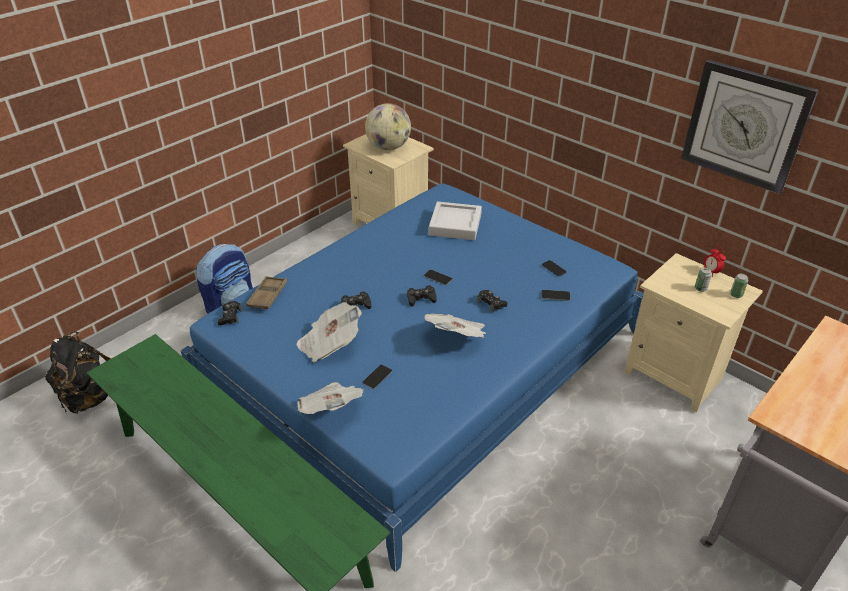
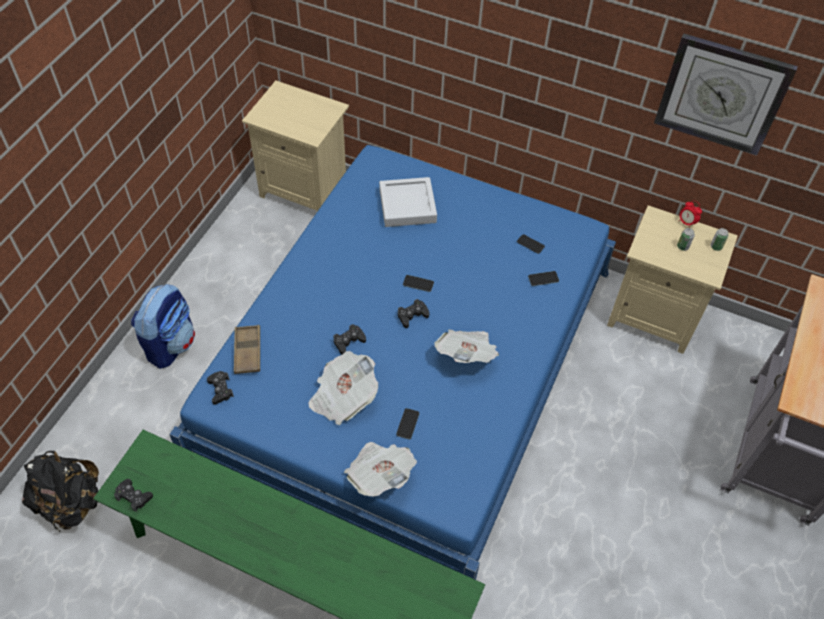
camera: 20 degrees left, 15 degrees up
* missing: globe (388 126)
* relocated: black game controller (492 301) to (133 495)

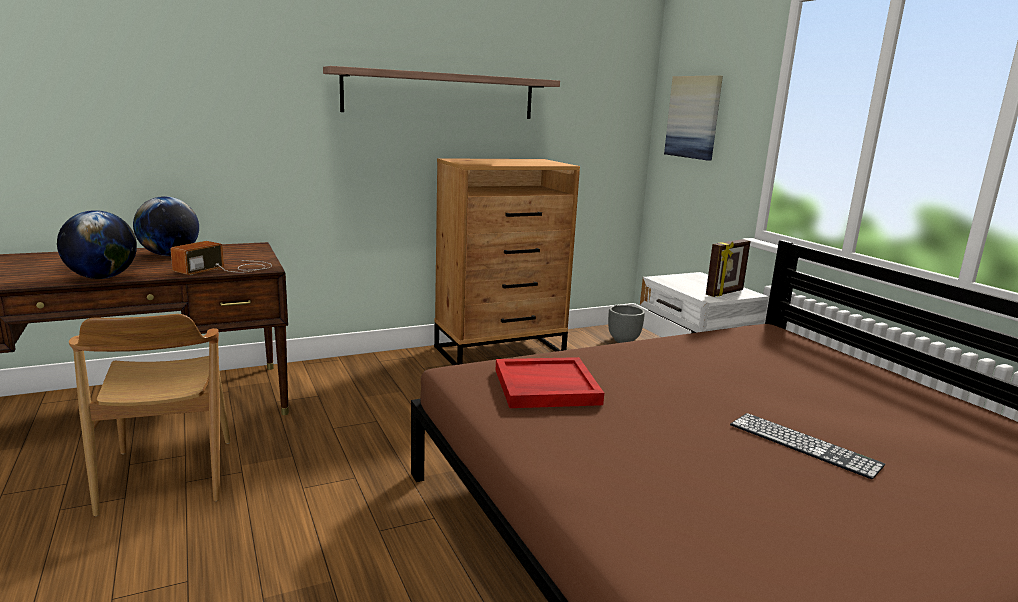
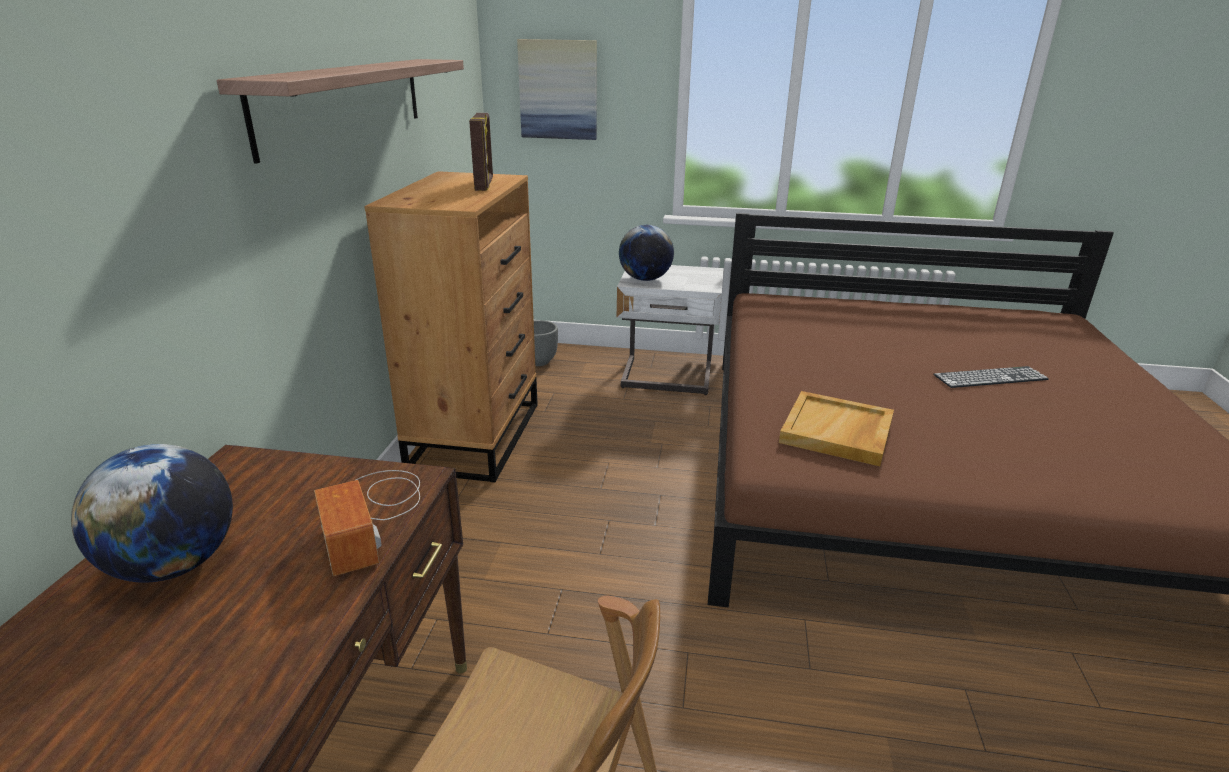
camera: 55 degrees left, 10 degrees up
* relocated: globe (97 244) to (646 253)
* relocated: picture frame (728 268) to (481 152)
* colour: red tray (550 382) to beige tray (836 428)

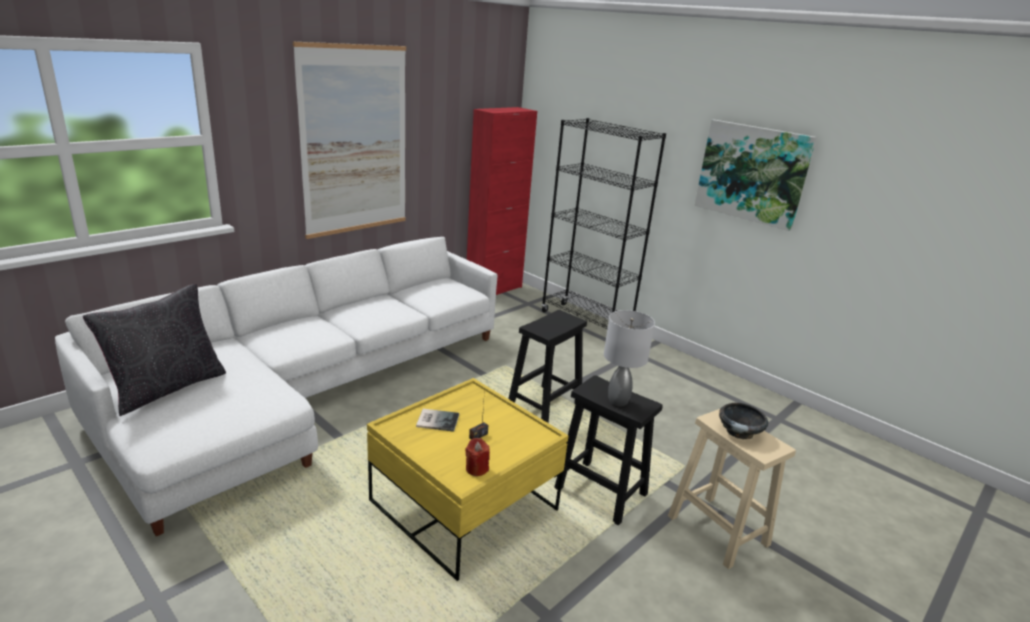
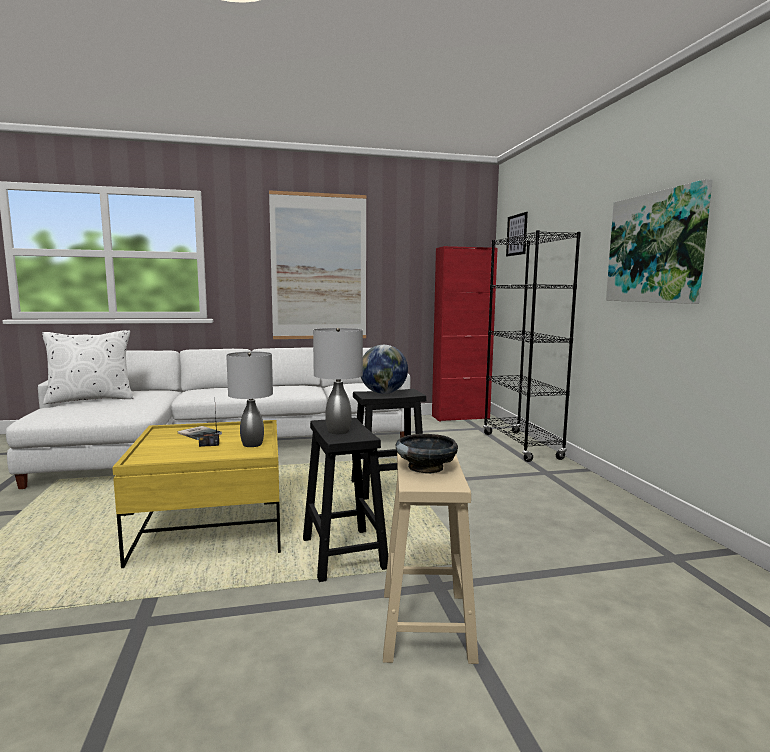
camera: 35 degrees right, 15 degrees down
* missing: red candle (477 457)
* appeared: grey table lamp (249 399)
* appeared: globe (384 369)
* appeared: picture (517 234)
* colour: black pillow (154 350) to white pillow (87 367)

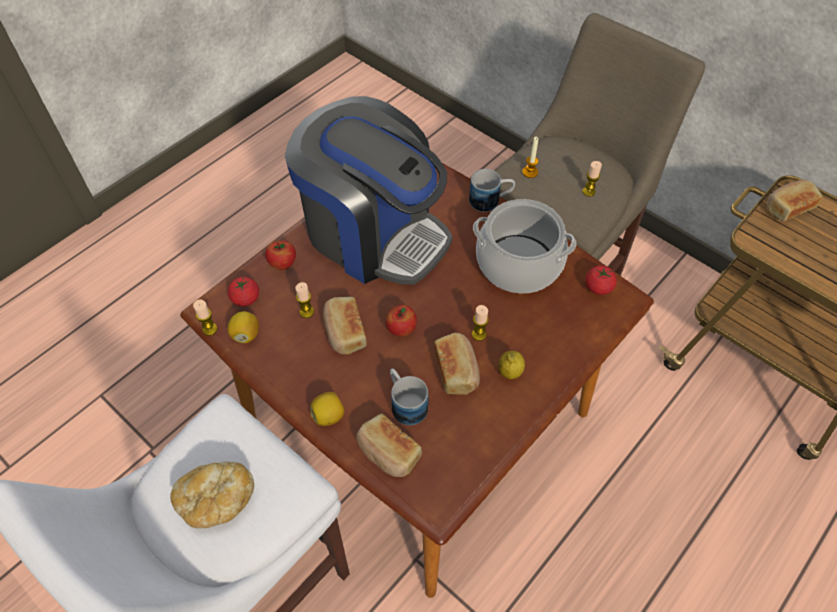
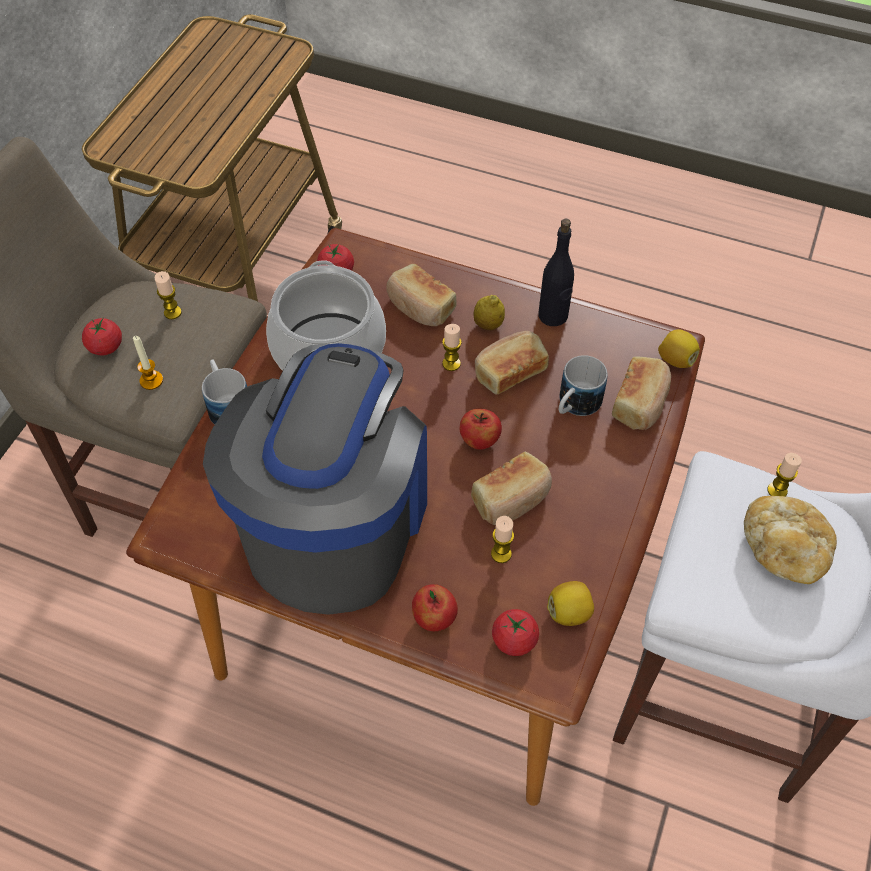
camera: 110 degrees left, 0 degrees up
* appeared: tomato (102 337)
* appeared: black bottle (556 272)
* relocated: candle (205 318) to (784 474)
* relocated: lemon (327 409) to (679 348)
* relocated: bread (795 200) to (421 295)

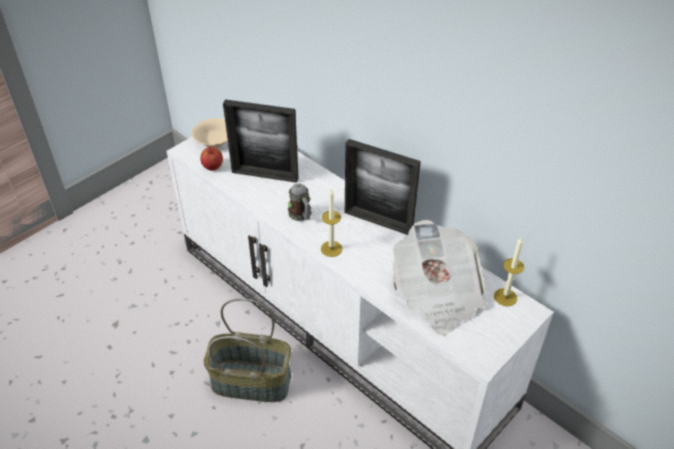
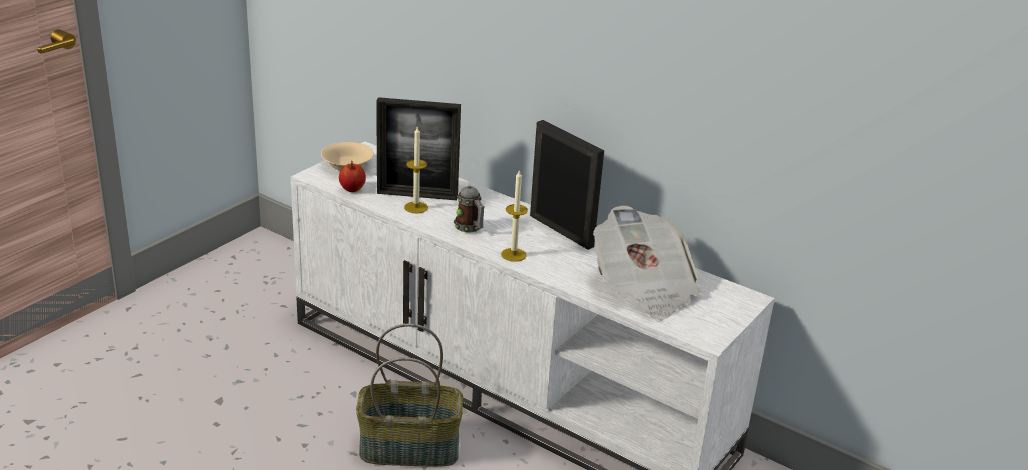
camera: 10 degrees left, 15 degrees down
* relocated: candle (509 272) to (416 170)
* spun: picture frame (383 187) = (567 185) 150 degrees counterclockwise

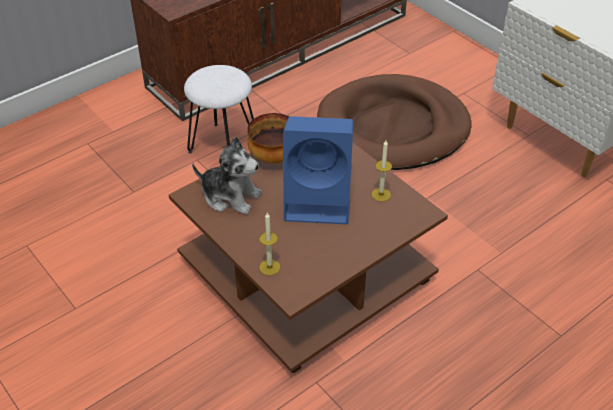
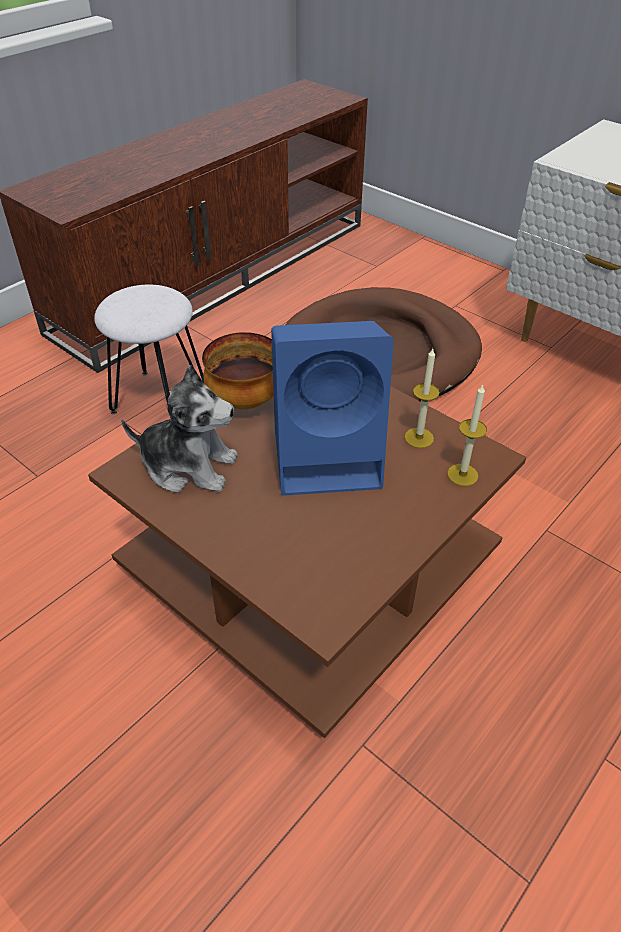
camera: 10 degrees left, 0 degrees up
* relocated: candle (269 244) to (467 435)

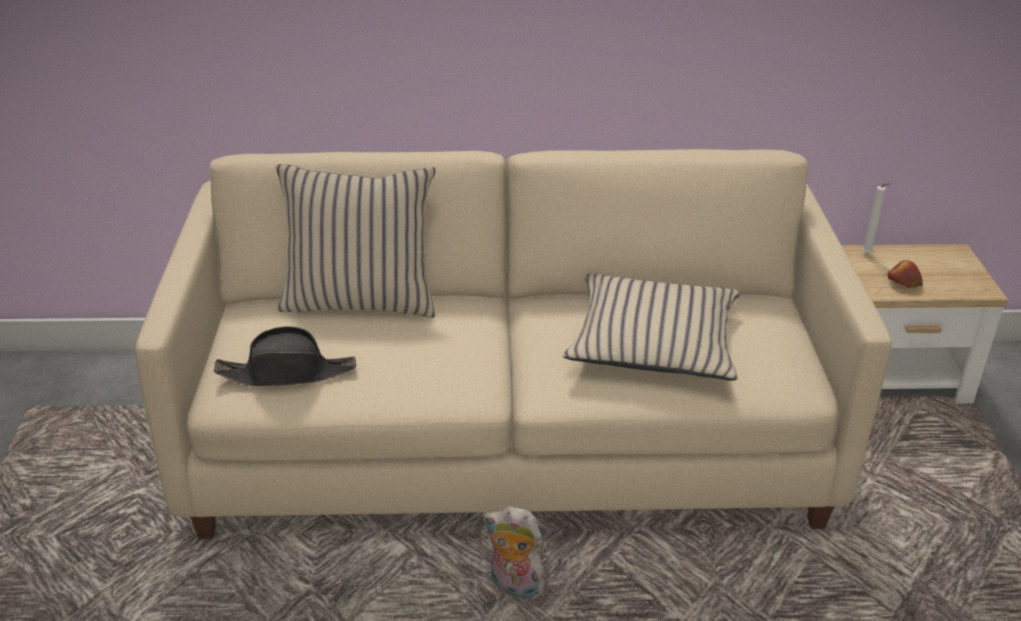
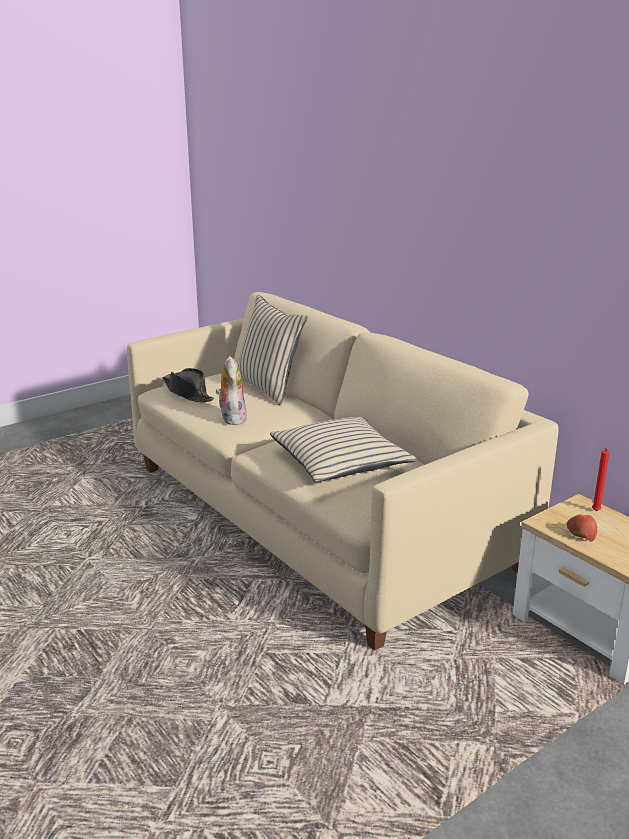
camera: 55 degrees right, 10 degrees down
* relocated: plush toy (515 553) to (231 390)
* colour: white candle (875 219) to red candle (600 479)

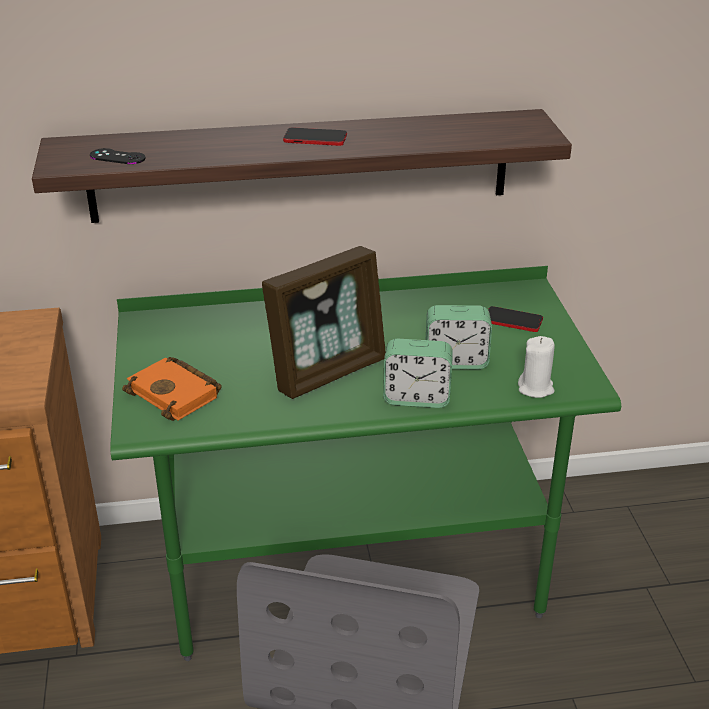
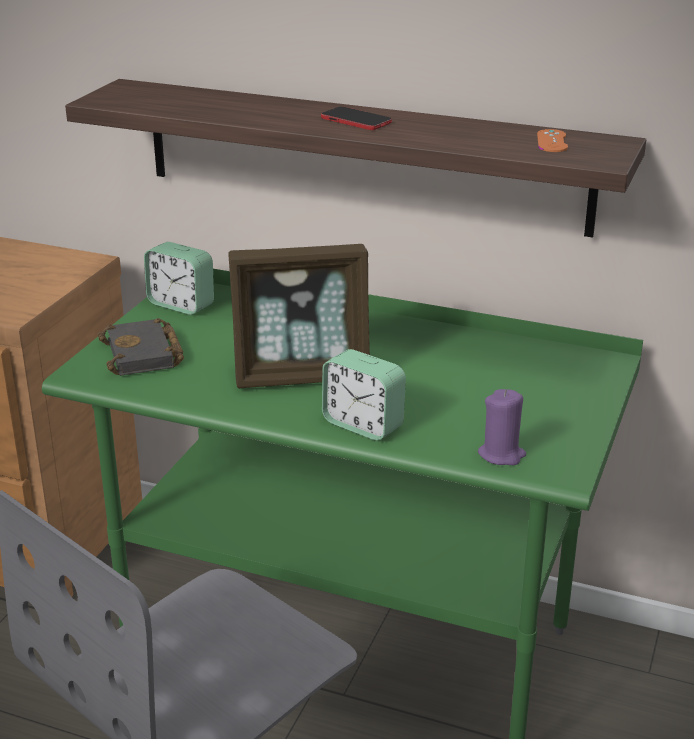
camera: 30 degrees right, 5 degrees down
* missing: black game controller (118 156)
* missing: phone (515 319)
* appeared: orange game controller (552 140)
* relocated: alarm clock (459 337) to (179 278)
* colour: orange book (172 389) to black book (141 347)
* colour: white candle (536 367) to purple candle (502 427)

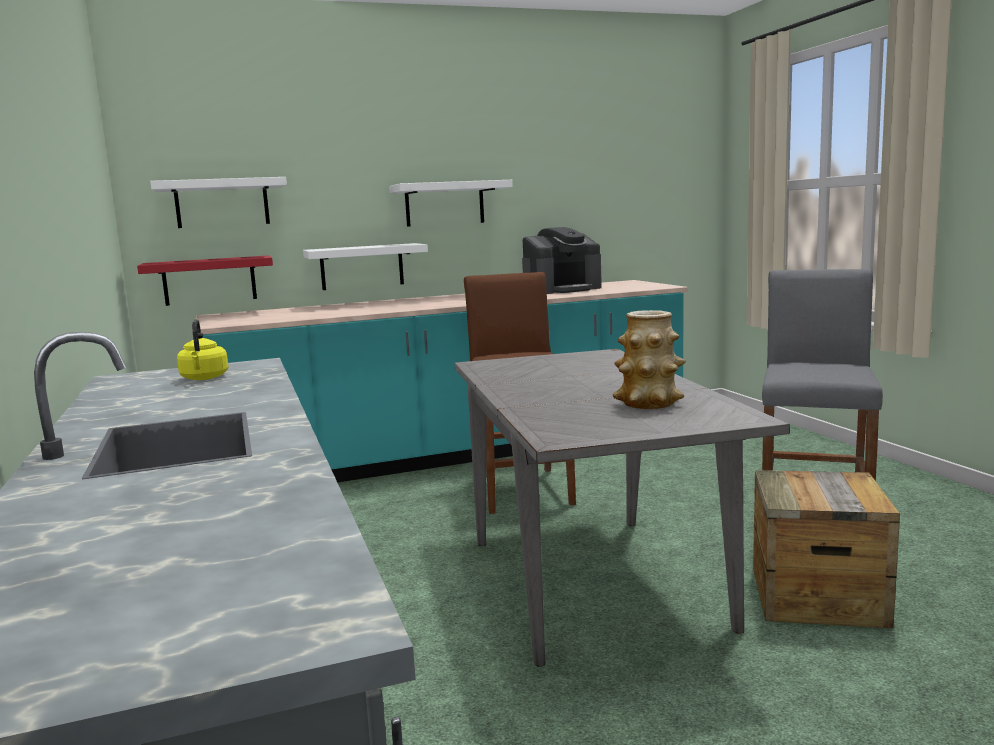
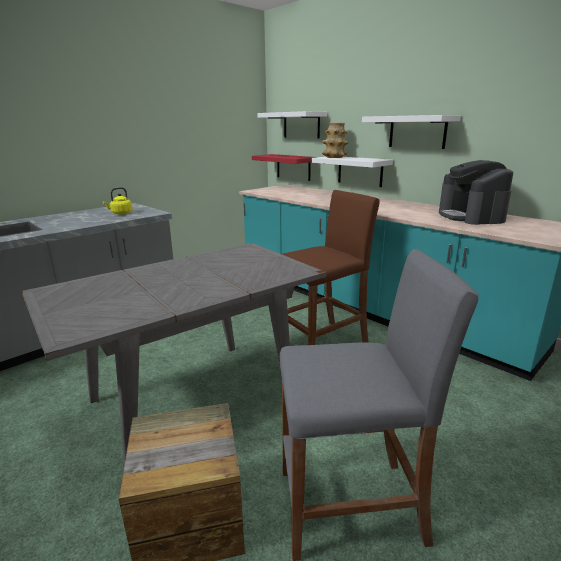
camera: 65 degrees right, 10 degrees up
* relocated: vase (649 359) to (335 140)
* spun: coffee machine (562 260) = (476 192) 45 degrees clockwise

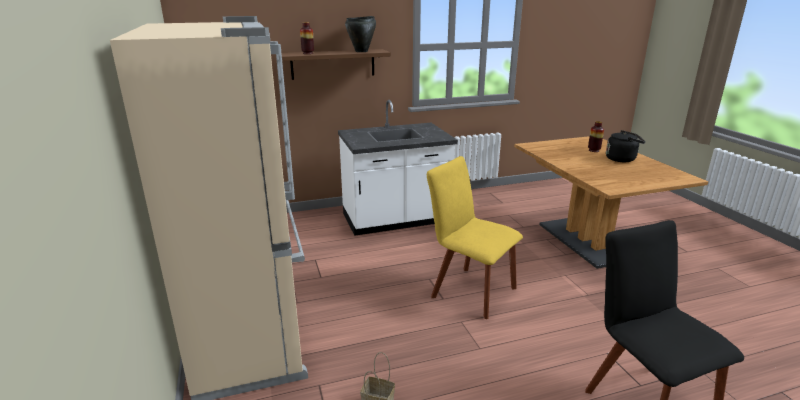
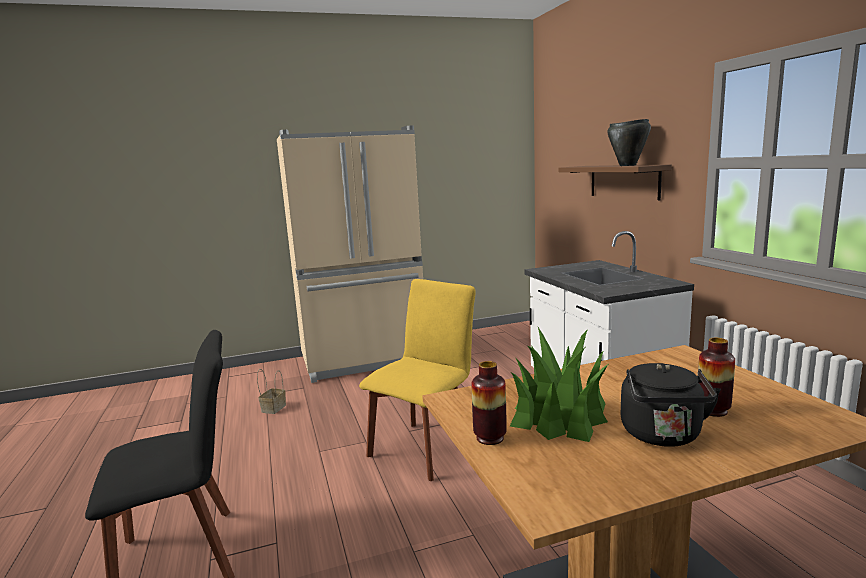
camera: 90 degrees right, 10 degrees down
* appeared: potted plant (559 384)
* relocated: vase (307 38) to (489 403)

